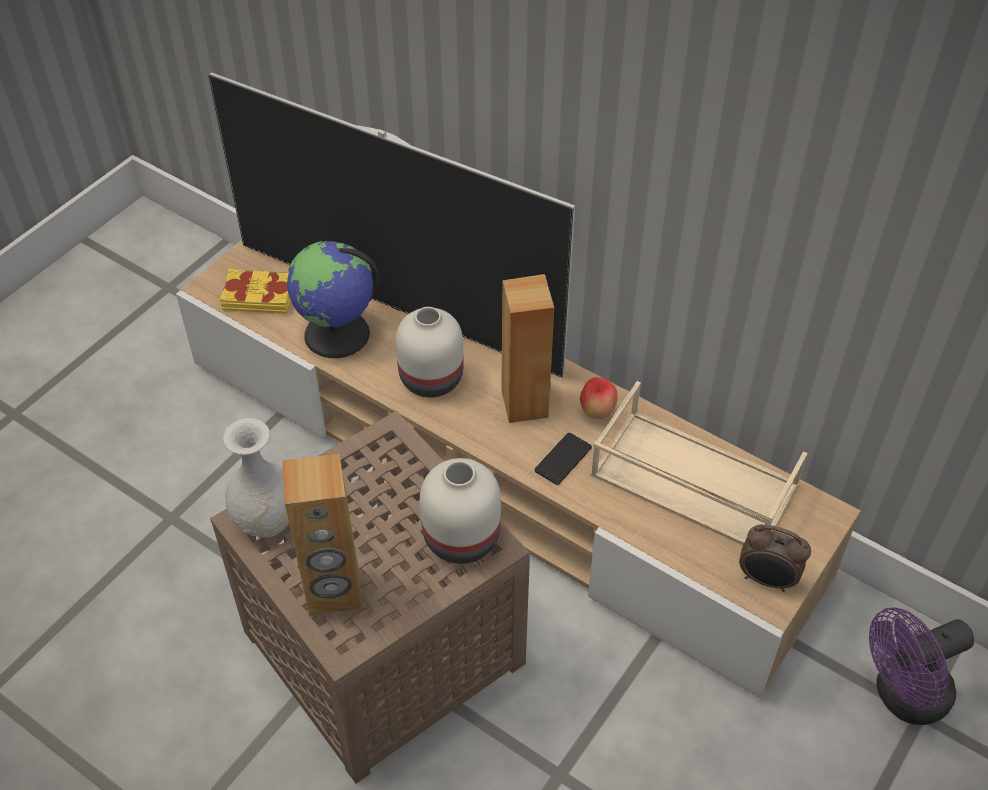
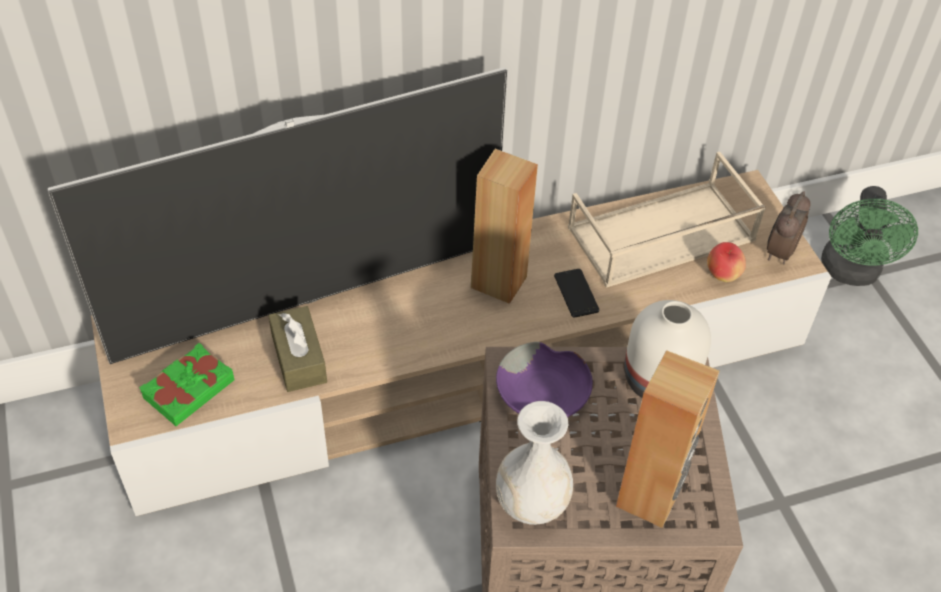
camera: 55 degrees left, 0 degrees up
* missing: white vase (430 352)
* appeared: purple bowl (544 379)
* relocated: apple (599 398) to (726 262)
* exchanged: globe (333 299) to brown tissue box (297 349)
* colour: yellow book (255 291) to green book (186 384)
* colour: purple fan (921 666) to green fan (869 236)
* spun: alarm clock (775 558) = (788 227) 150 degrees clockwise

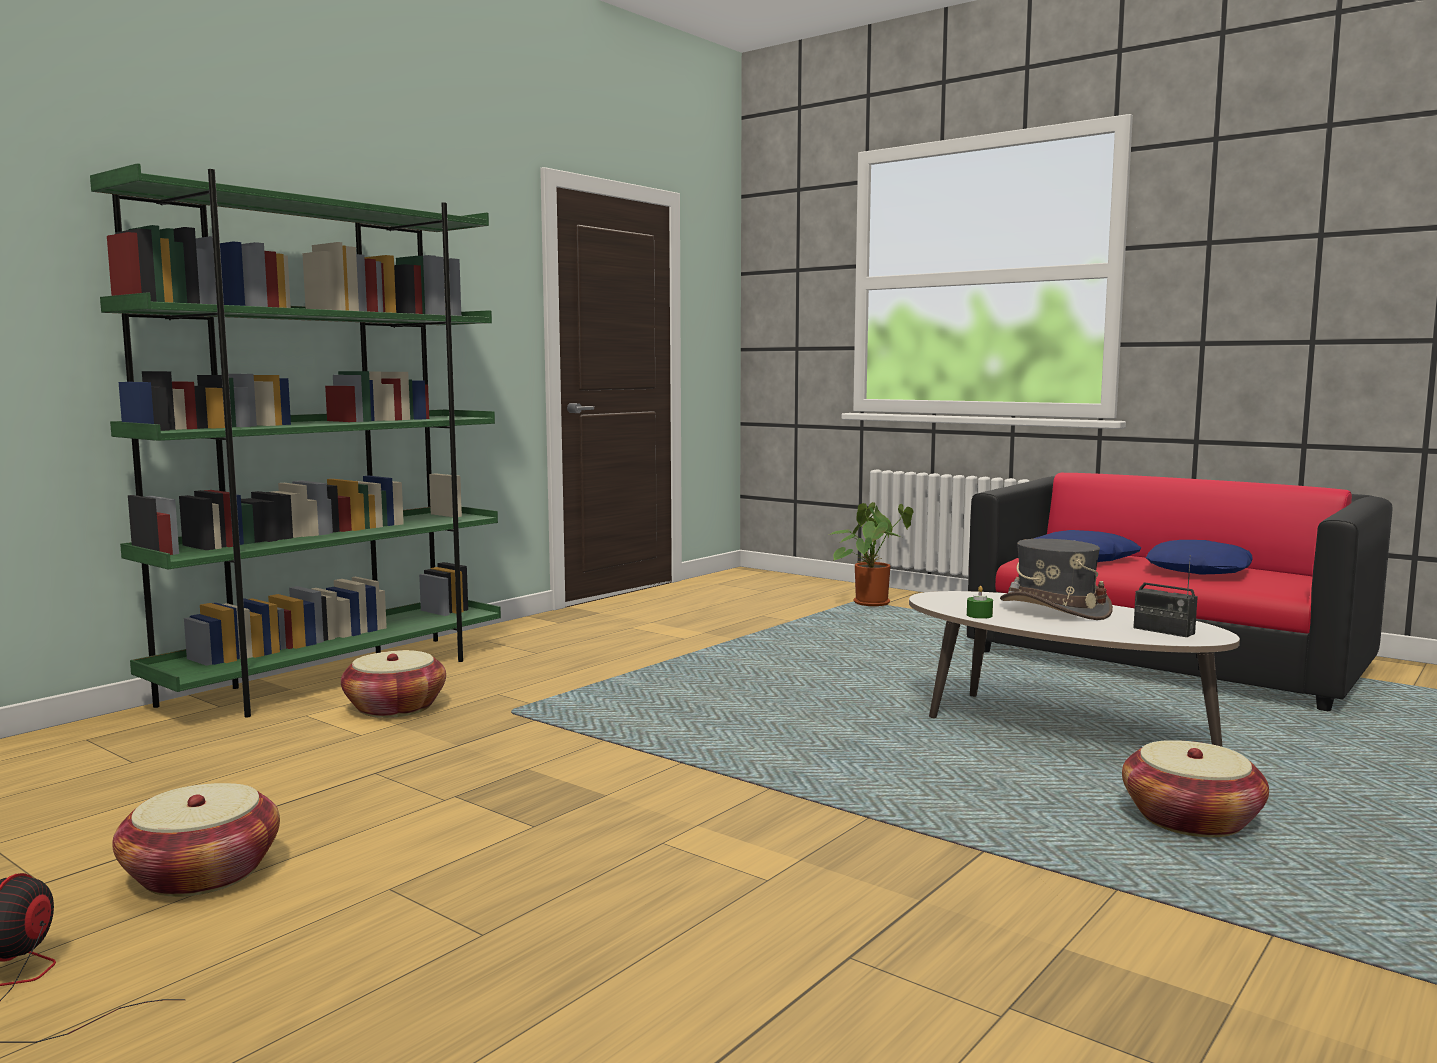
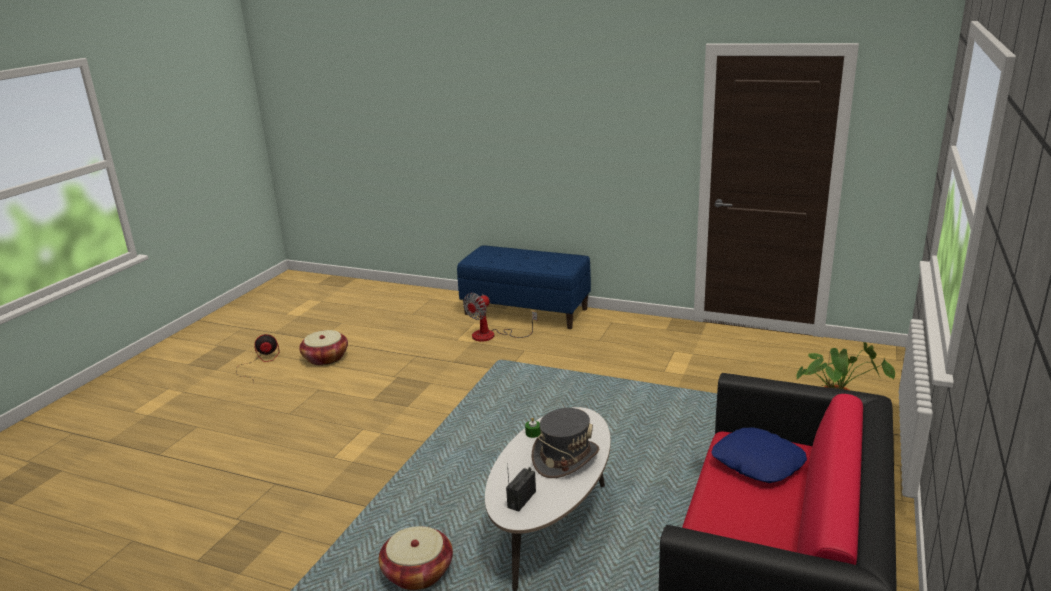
camera: 75 degrees right, 15 degrees up
* missing: blue pillow (1199 557)
* exchanged: green bookcase (295 440) to blue bench (524 287)
* exchanged: basket (393 684) to fan (500 317)

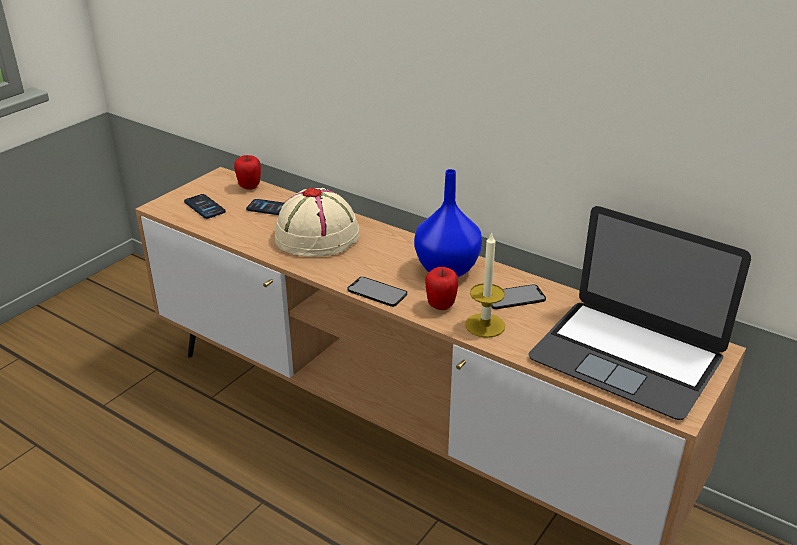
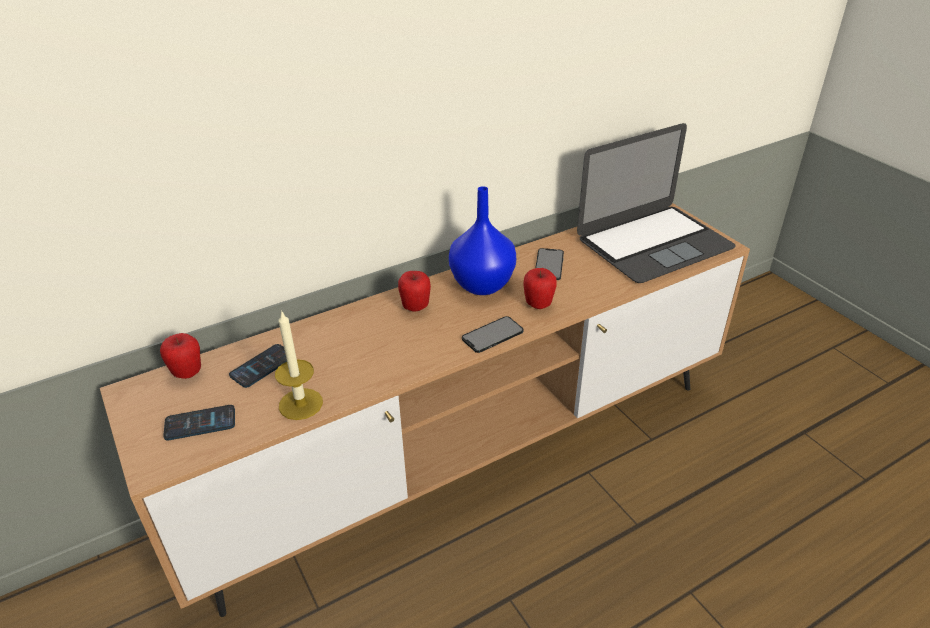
camera: 65 degrees left, 5 degrees up
* missing: beige hat (317 222)
* appeared: apple (414 291)
* relocated: candle (485 285) to (299 365)

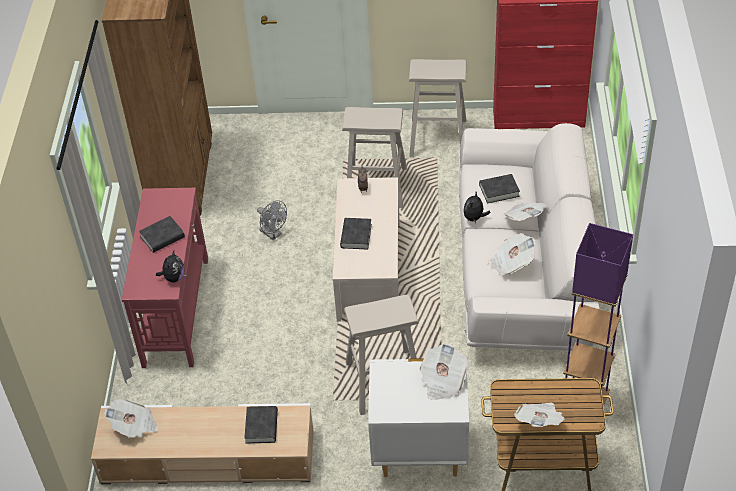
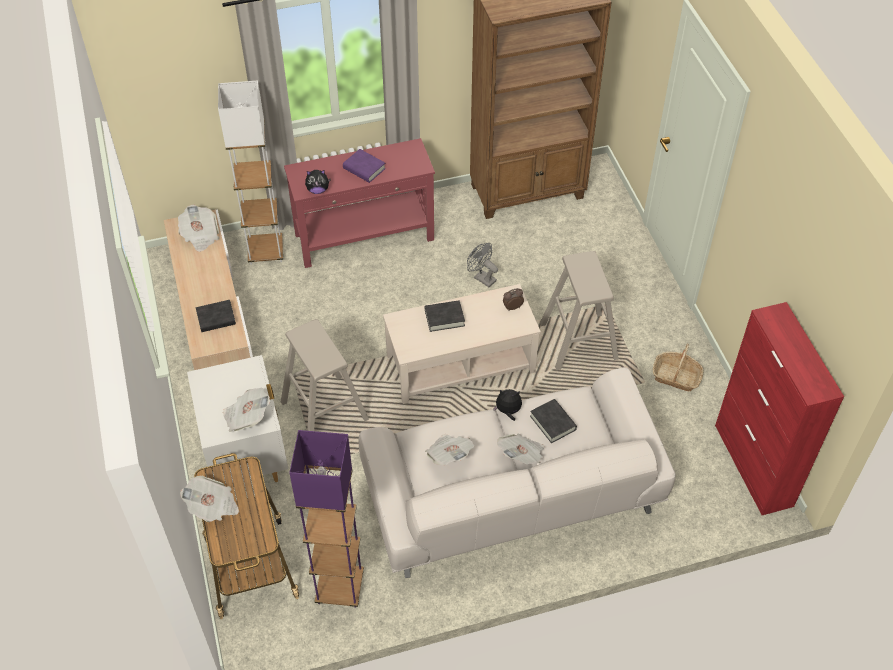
camera: 70 degrees right, 5 degrees up
* appeared: white floor lamp (250 173)
* exchanged: beige stool (437 108) to basket (678 367)
* colour: black book (162 234) to purple book (364 166)
* spun: grey fan (272 220) = (482 265) 105 degrees clockwise

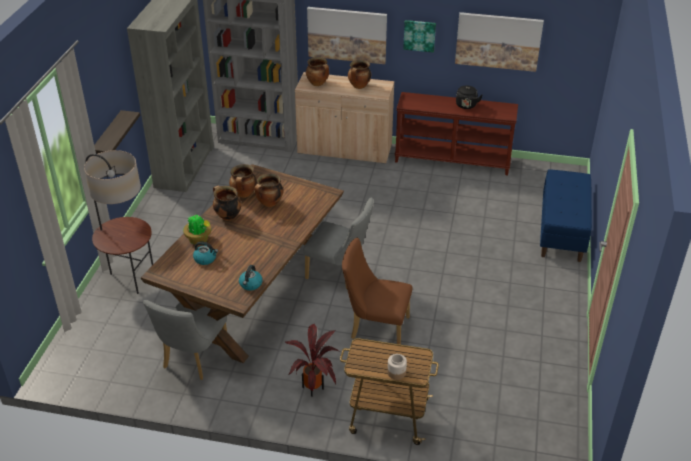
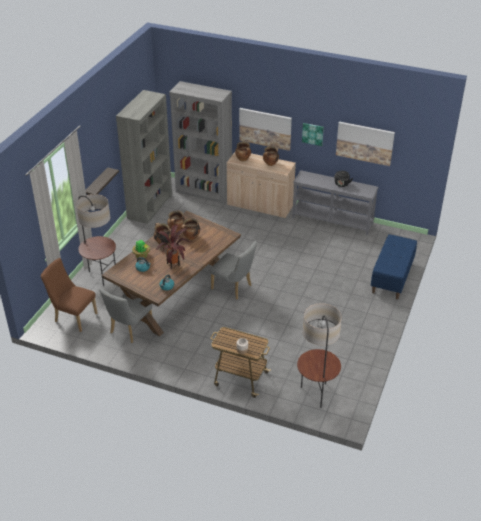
camera: 10 degrees right, 0 degrees up
* appeared: floor lamp (319 355)
* relocated: potted plant (312 360) to (172 247)
* relocated: brown chair (377 291) to (69 295)
* colour: brown console table (456 134) to grey console table (335 202)

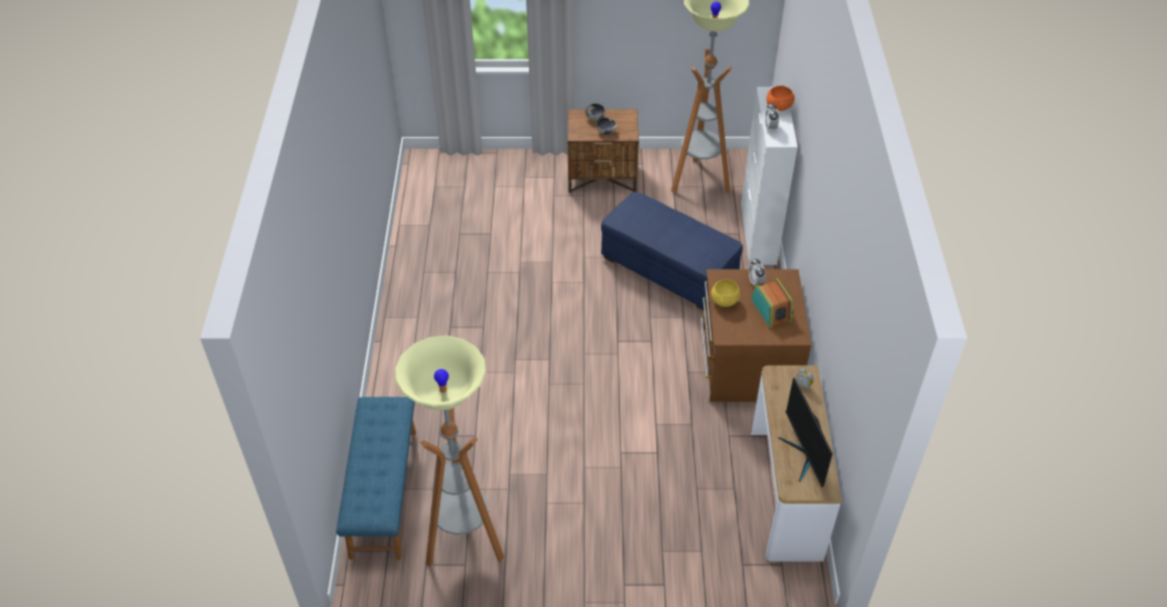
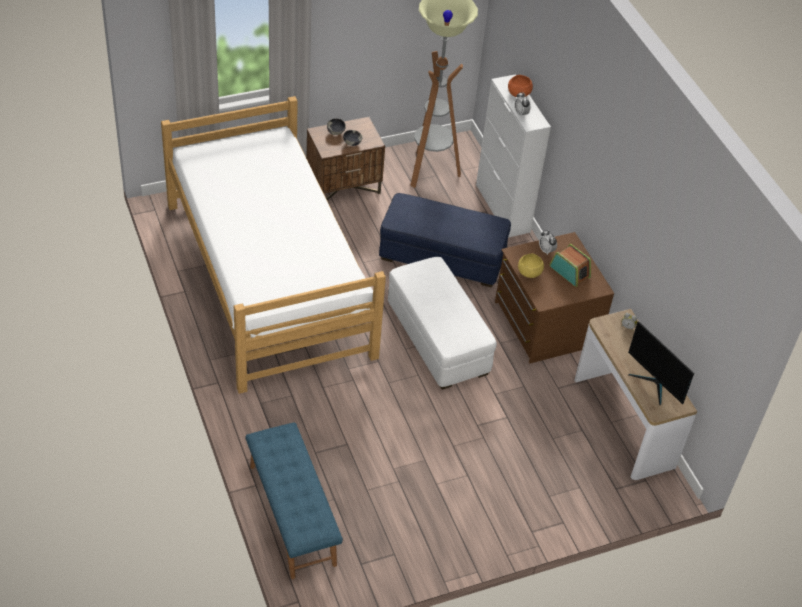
camera: 25 degrees left, 0 degrees up
* missing: floor lamp (449 451)
* appeared: bed (273 245)
* appeared: white ottoman (442 323)

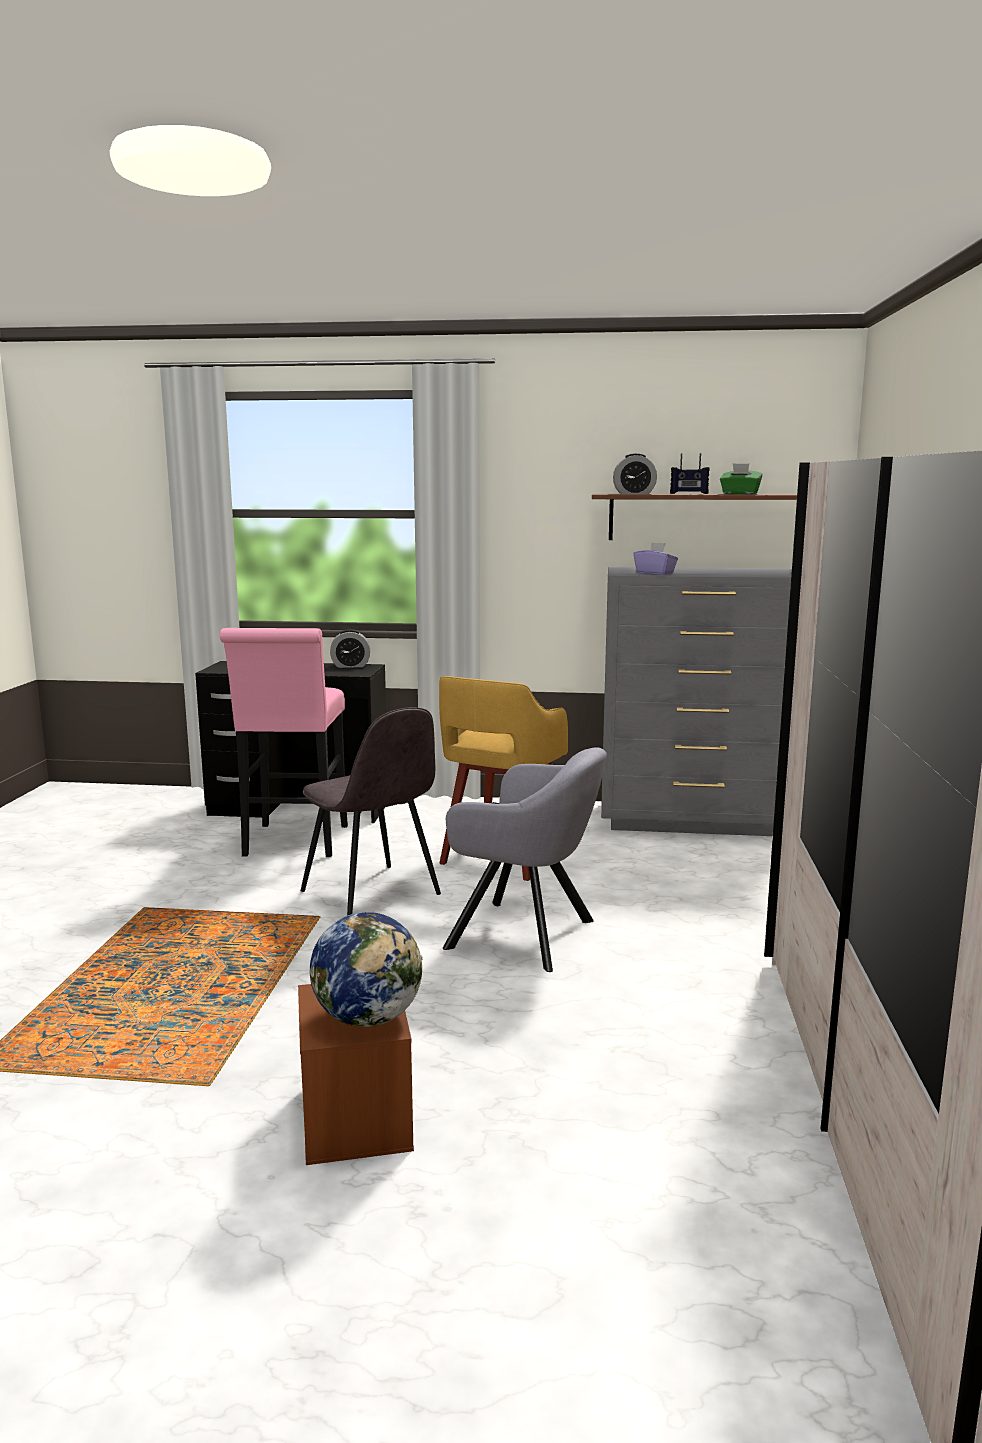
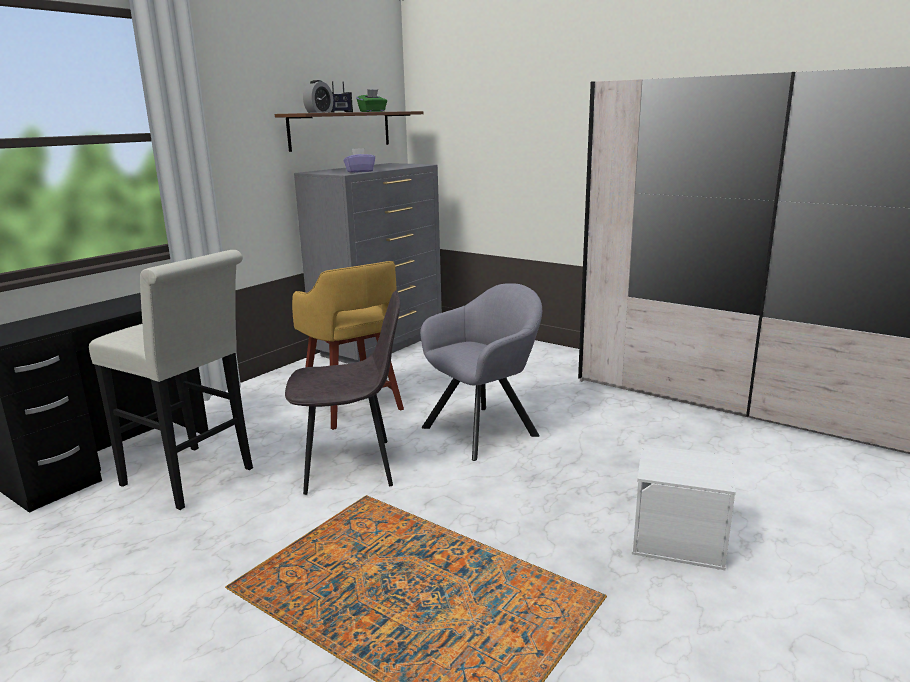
camera: 60 degrees left, 5 degrees up
* missing: globe (366 969)
* missing: alarm clock (350 648)
* colour: pink stool (284 742) to white stool (171 380)
* colour: brown storage box (356 1074) to white storage box (684 507)

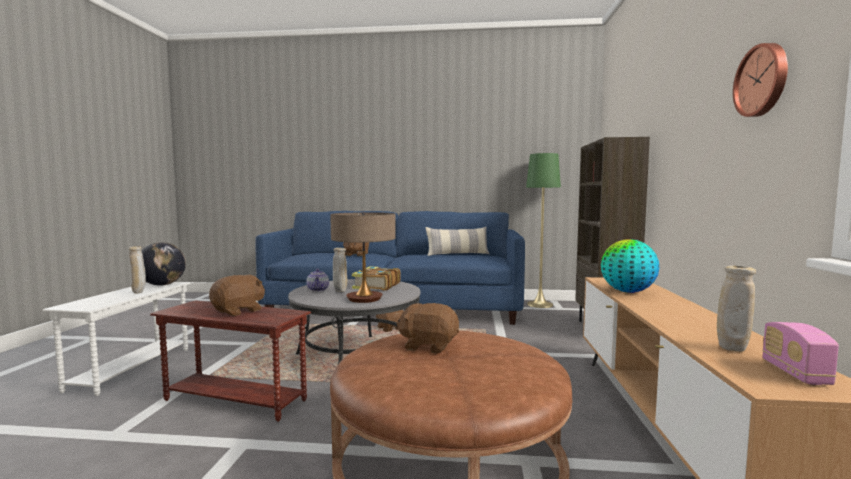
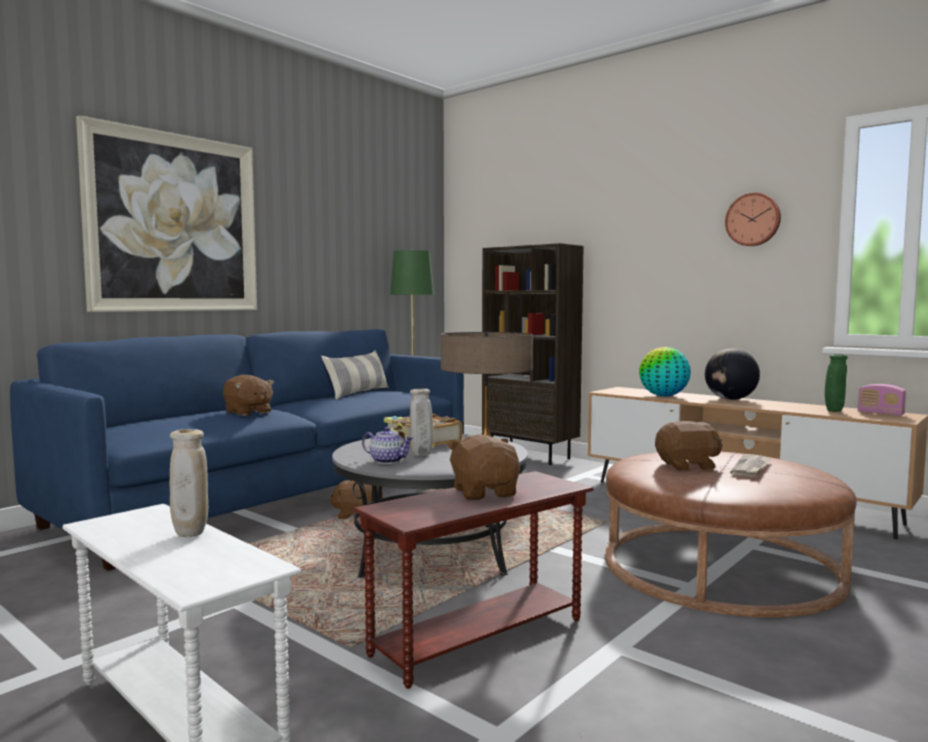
camera: 55 degrees left, 0 degrees up
* appeared: picture (166 213)
* appeared: newspaper (751 465)
* relocated: globe (163 264) to (732 374)
* colour: beige vase (736 308) to green vase (836 383)
* spun: brown plush toy (428 328) = (689 446) 150 degrees counterclockwise

